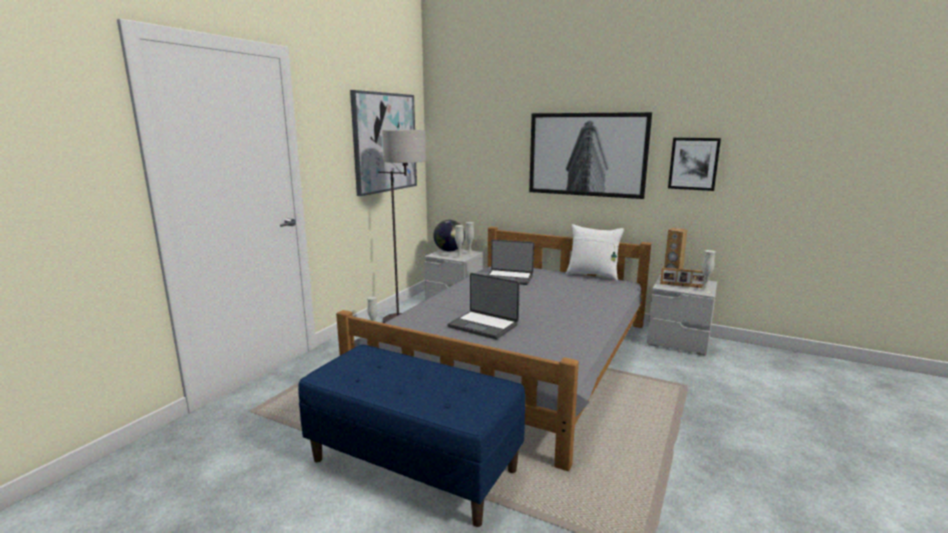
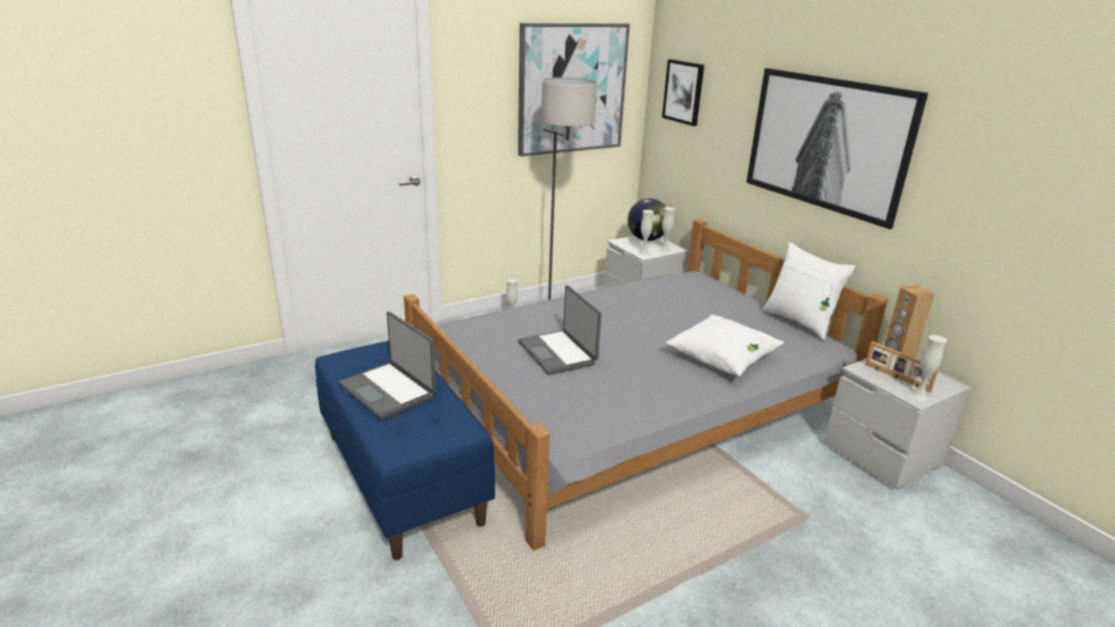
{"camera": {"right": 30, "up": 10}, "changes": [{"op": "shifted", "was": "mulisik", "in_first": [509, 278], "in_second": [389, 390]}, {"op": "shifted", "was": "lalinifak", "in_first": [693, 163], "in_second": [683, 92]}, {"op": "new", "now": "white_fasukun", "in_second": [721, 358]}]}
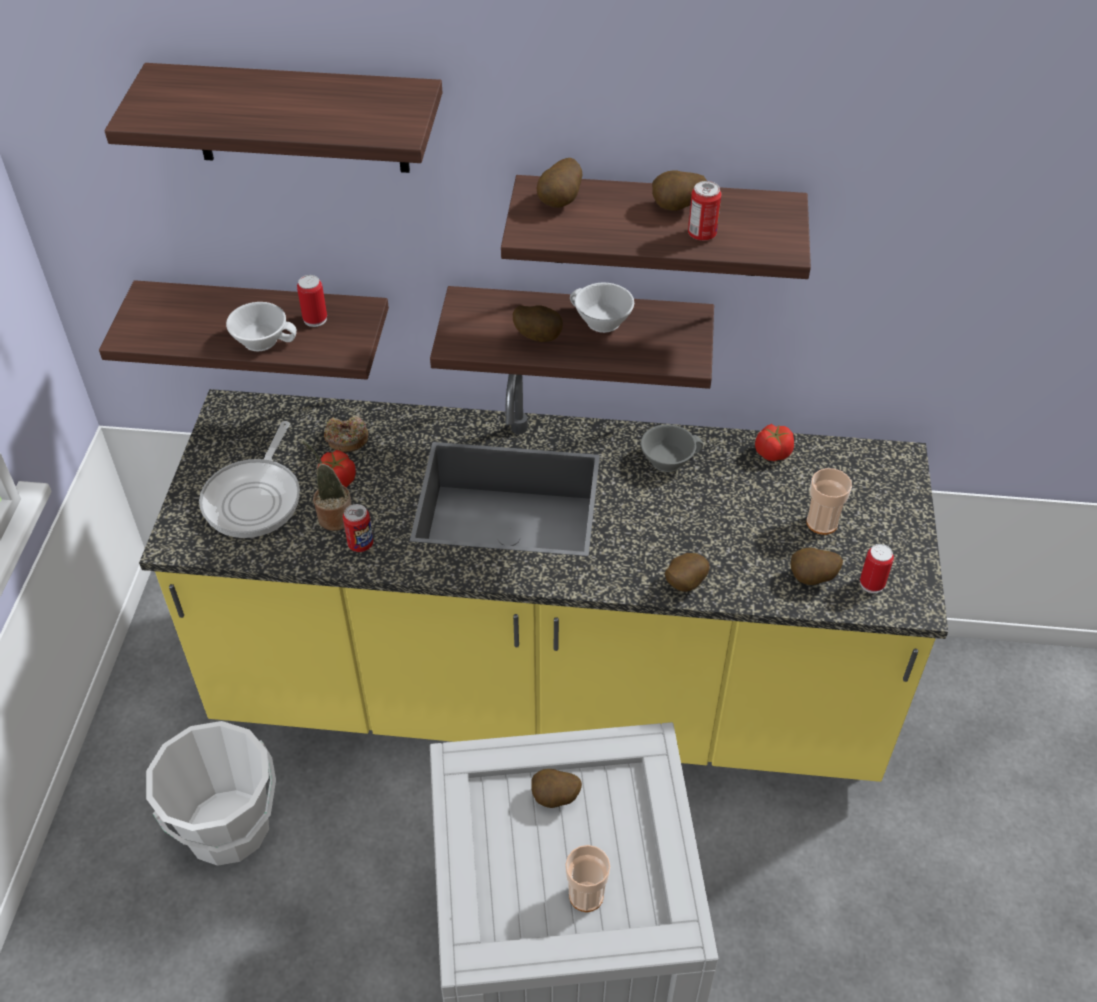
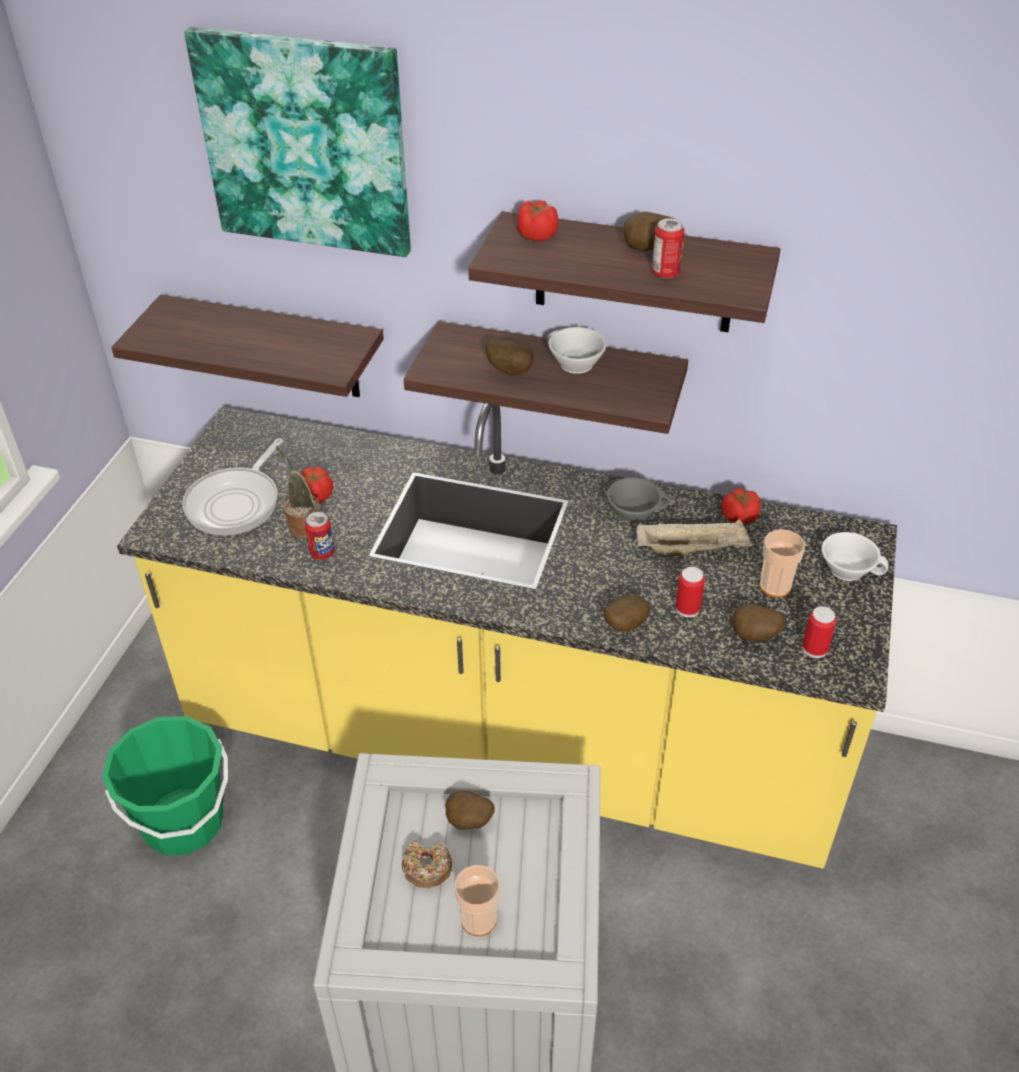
{"camera": {"right": 10, "up": -5}, "changes": [{"op": "swapped", "was": "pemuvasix", "now": "lalinifak", "in_first": [299, 118], "in_second": [306, 142]}, {"op": "repainted", "was": "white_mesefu", "now": "green_mesefu", "in_first": [228, 828], "in_second": [183, 822]}, {"op": "shifted", "was": "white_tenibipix", "in_first": [263, 338], "in_second": [848, 568]}, {"op": "shifted", "was": "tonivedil", "in_first": [315, 319], "in_second": [687, 608]}, {"op": "shifted", "was": "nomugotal", "in_first": [346, 439], "in_second": [427, 868]}, {"op": "swapped", "was": "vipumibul", "now": "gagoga", "in_first": [561, 202], "in_second": [537, 236]}, {"op": "new", "now": "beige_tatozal", "in_second": [692, 549]}]}
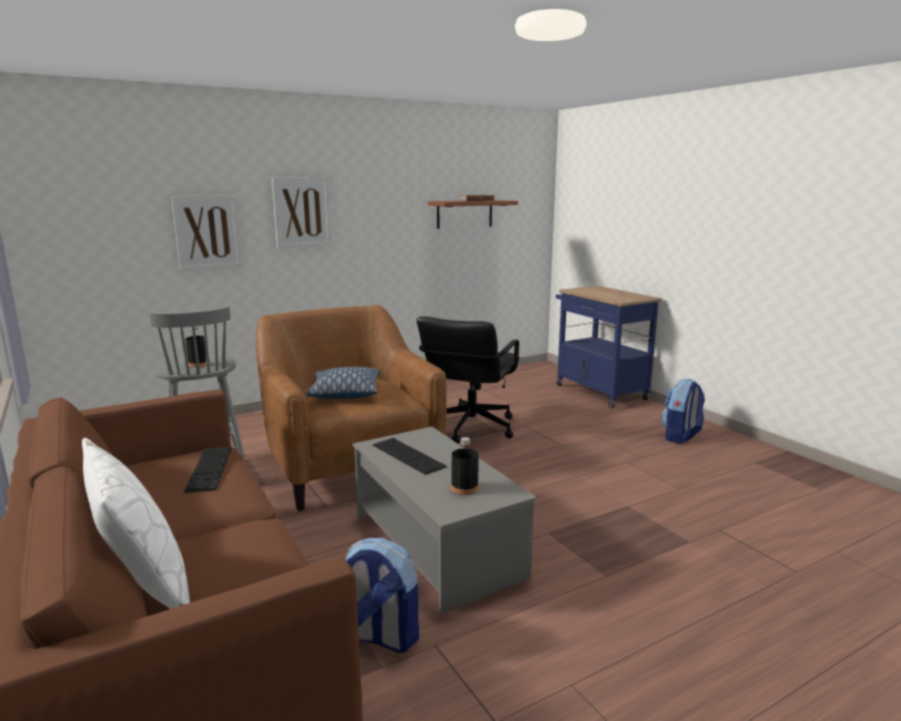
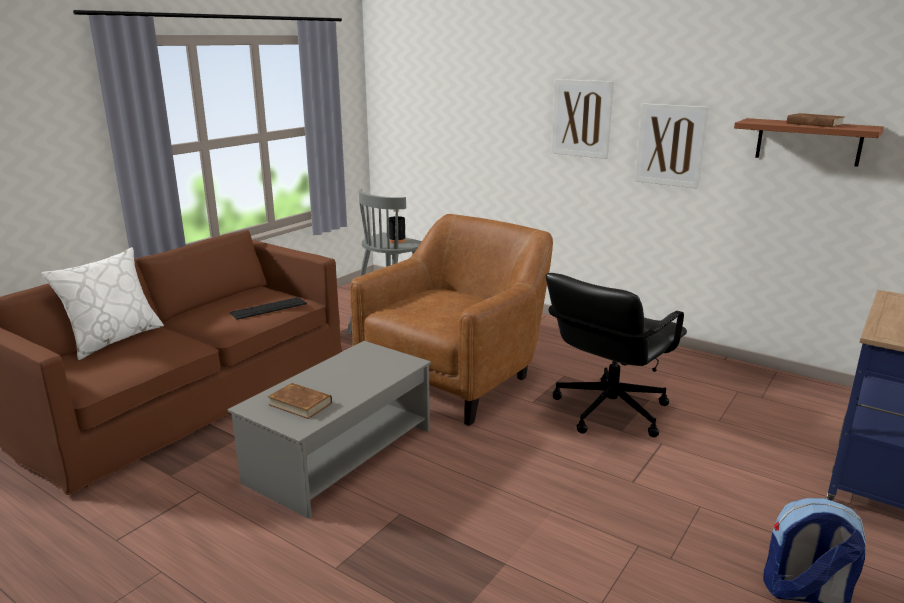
{"camera": {"right": 65, "up": 5}, "changes": [{"op": "shifted", "was": "lalinifak", "in_first": [207, 232], "in_second": [670, 145]}, {"op": "gone", "was": "fasukun", "in_first": [345, 393]}, {"op": "gone", "was": "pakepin", "in_first": [379, 636]}, {"op": "gone", "was": "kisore", "in_first": [408, 456]}, {"op": "rotated", "was": "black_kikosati", "in_first": [470, 427], "in_second": [608, 410], "clockwise": -45}, {"op": "swapped", "was": "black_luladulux", "now": "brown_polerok", "in_first": [464, 488], "in_second": [300, 404]}]}
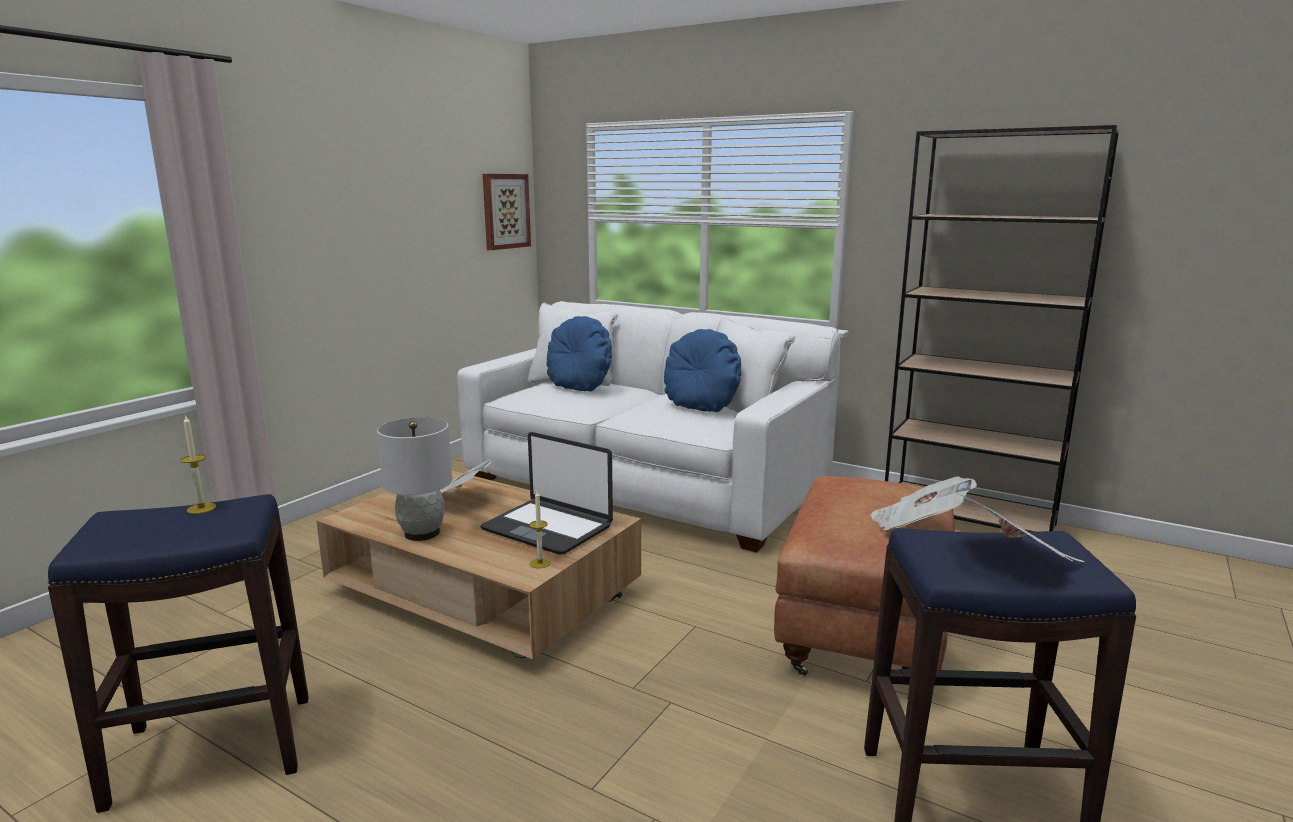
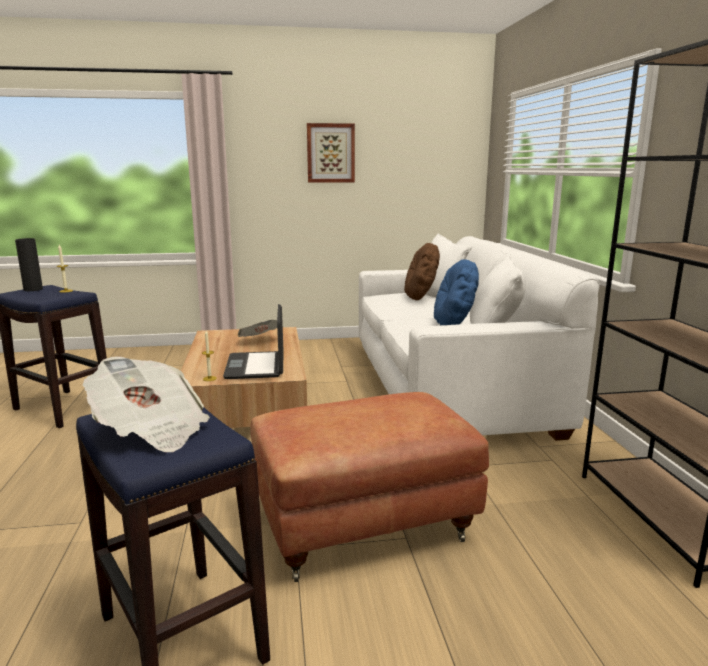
{"camera": {"right": 50, "up": 0}, "changes": [{"op": "gone", "was": "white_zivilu", "in_first": [422, 533]}, {"op": "shifted", "was": "lalinifak", "in_first": [505, 211], "in_second": [330, 153]}, {"op": "repainted", "was": "blue_fasukun", "now": "brown_fasukun", "in_first": [579, 388], "in_second": [420, 298]}, {"op": "gone", "was": "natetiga", "in_first": [917, 526]}, {"op": "new", "now": "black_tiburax", "in_second": [33, 289]}]}
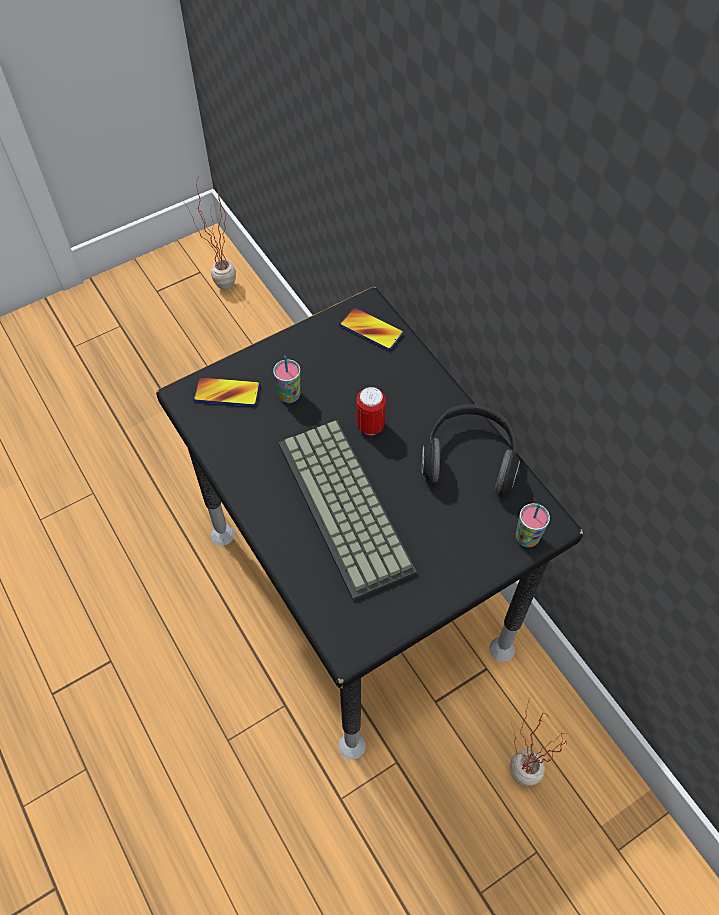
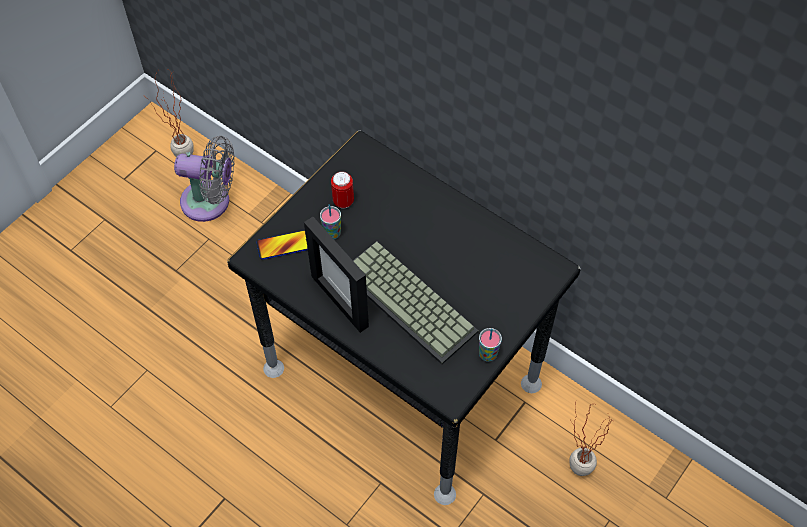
{"camera": {"right": -20, "up": 0}, "changes": [{"op": "gone", "was": "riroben", "in_first": [371, 329]}, {"op": "shifted", "was": "tonivedil", "in_first": [370, 426], "in_second": [343, 201]}, {"op": "gone", "was": "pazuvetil", "in_first": [469, 458]}, {"op": "shifted", "was": "tenibipix", "in_first": [526, 538], "in_second": [487, 354]}, {"op": "new", "now": "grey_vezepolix", "in_second": [210, 202]}, {"op": "new", "now": "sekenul", "in_second": [341, 300]}]}
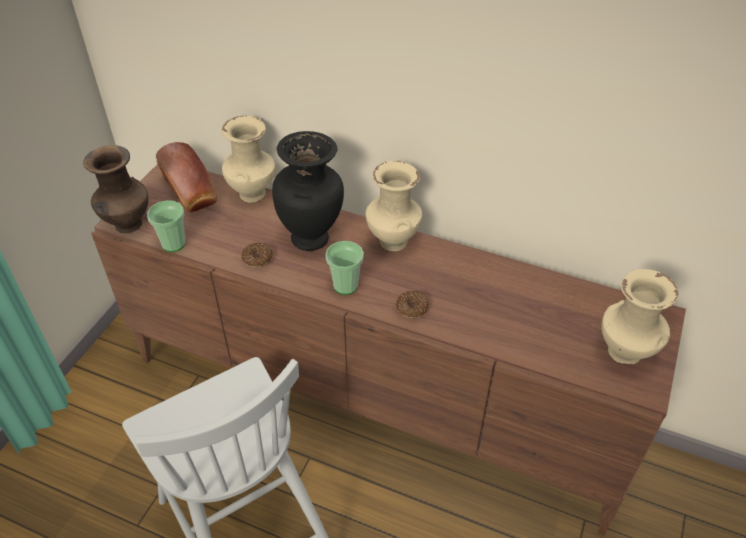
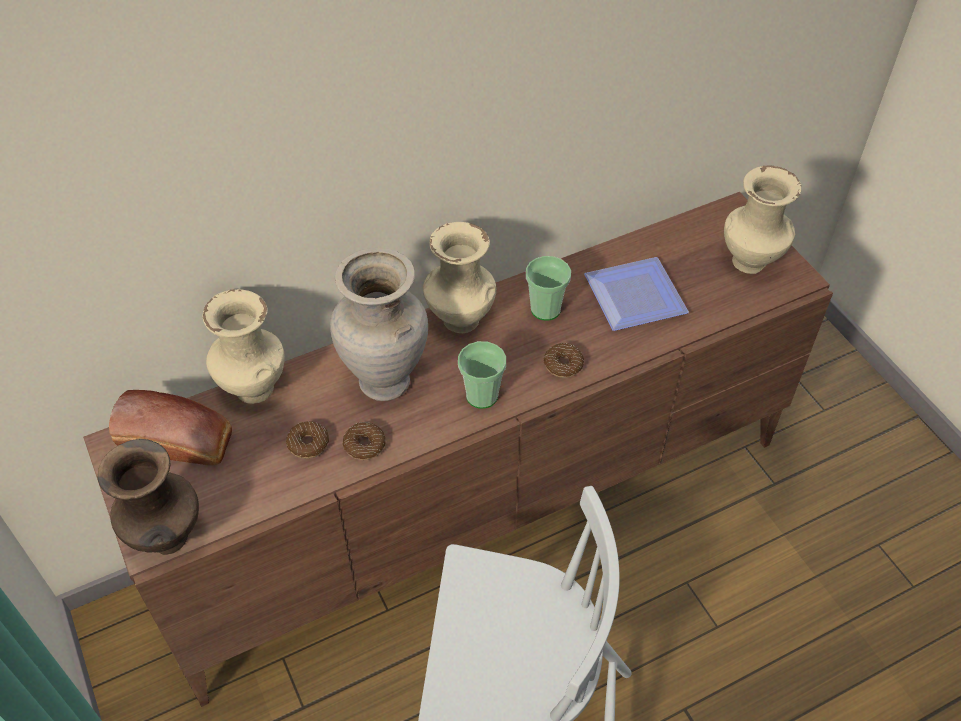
{"camera": {"right": -50, "up": 5}, "changes": [{"op": "shifted", "was": "tenibipix", "in_first": [173, 243], "in_second": [545, 309]}, {"op": "repainted", "was": "black_tiburax", "now": "beige_tiburax", "in_first": [312, 239], "in_second": [386, 381]}, {"op": "new", "now": "nomugotal", "in_second": [308, 444]}, {"op": "new", "now": "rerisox", "in_second": [631, 295]}]}
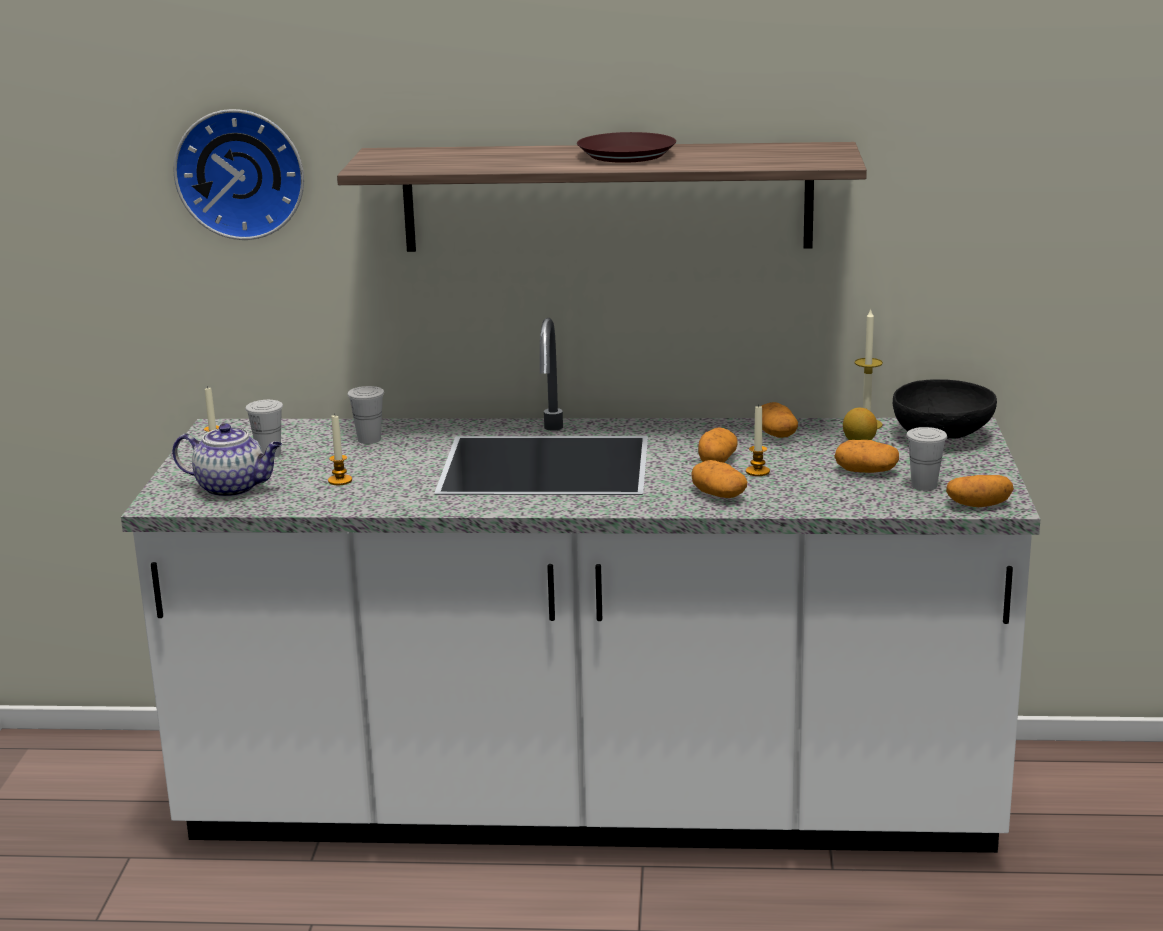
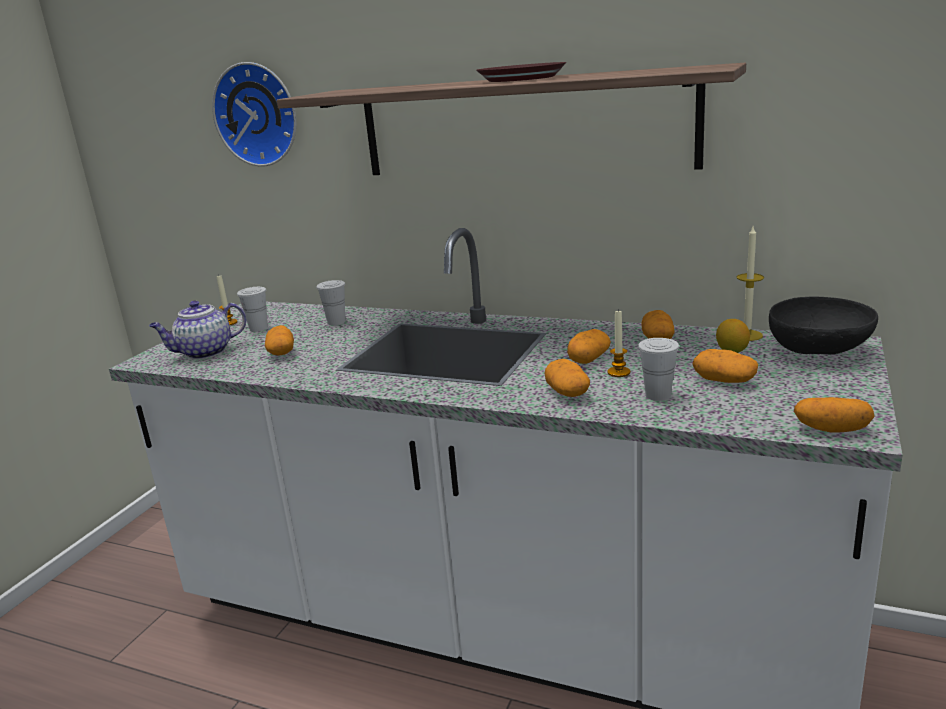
{"camera": {"right": 20, "up": 0}, "changes": [{"op": "rotated", "was": "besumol", "in_first": [233, 488], "in_second": [204, 353], "clockwise": 120}, {"op": "swapped", "was": "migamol", "now": "vipumibul", "in_first": [340, 481], "in_second": [281, 353]}, {"op": "shifted", "was": "white_tenibipix", "in_first": [924, 485], "in_second": [658, 395]}]}
